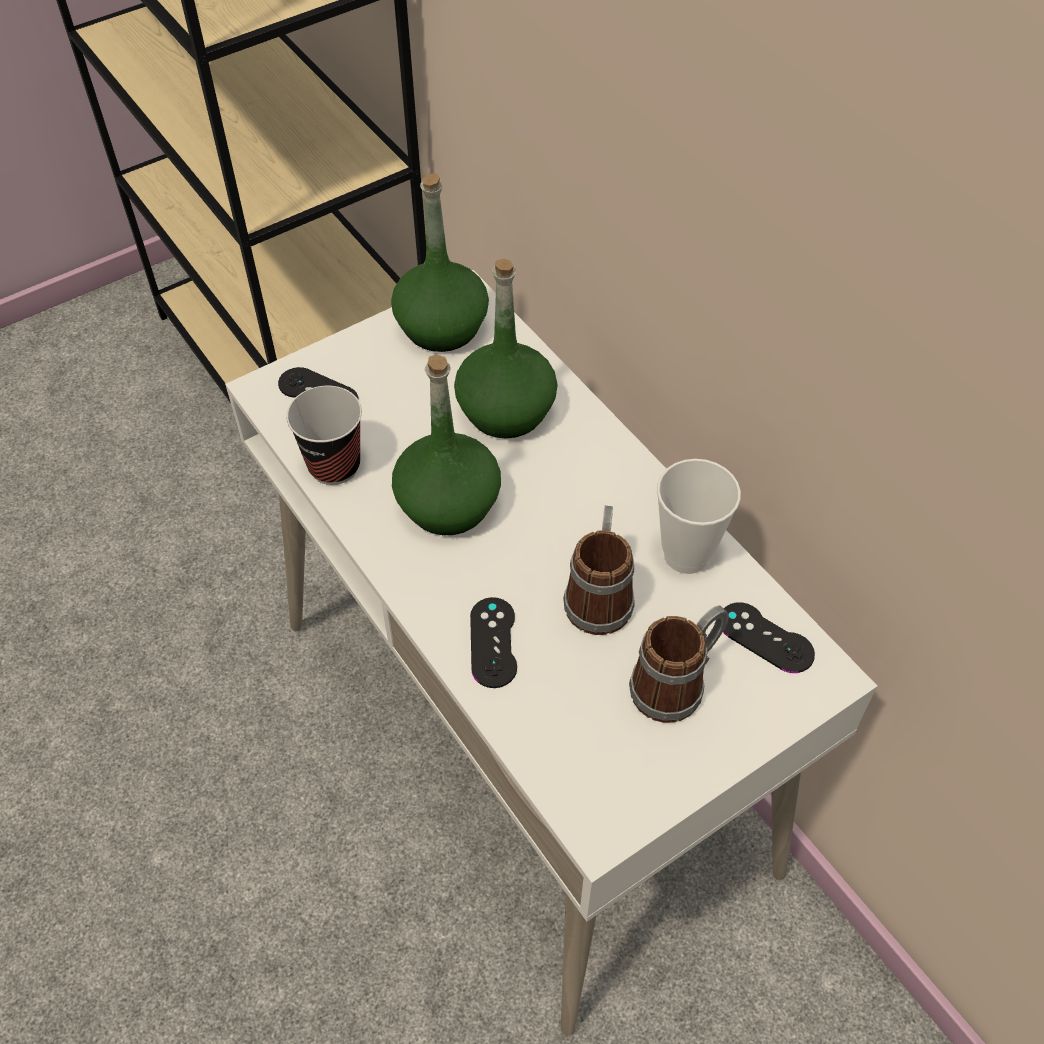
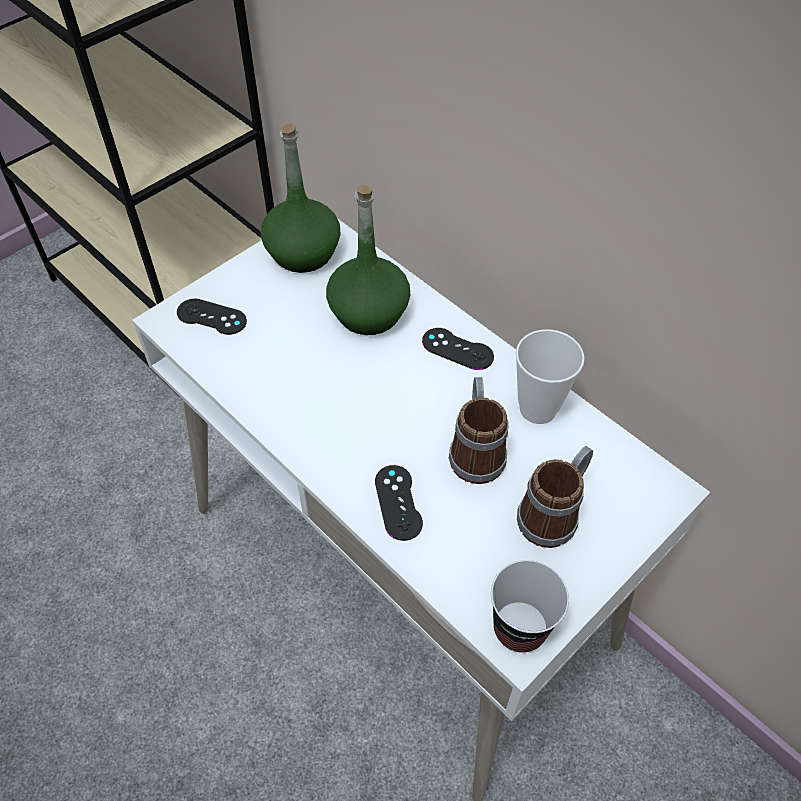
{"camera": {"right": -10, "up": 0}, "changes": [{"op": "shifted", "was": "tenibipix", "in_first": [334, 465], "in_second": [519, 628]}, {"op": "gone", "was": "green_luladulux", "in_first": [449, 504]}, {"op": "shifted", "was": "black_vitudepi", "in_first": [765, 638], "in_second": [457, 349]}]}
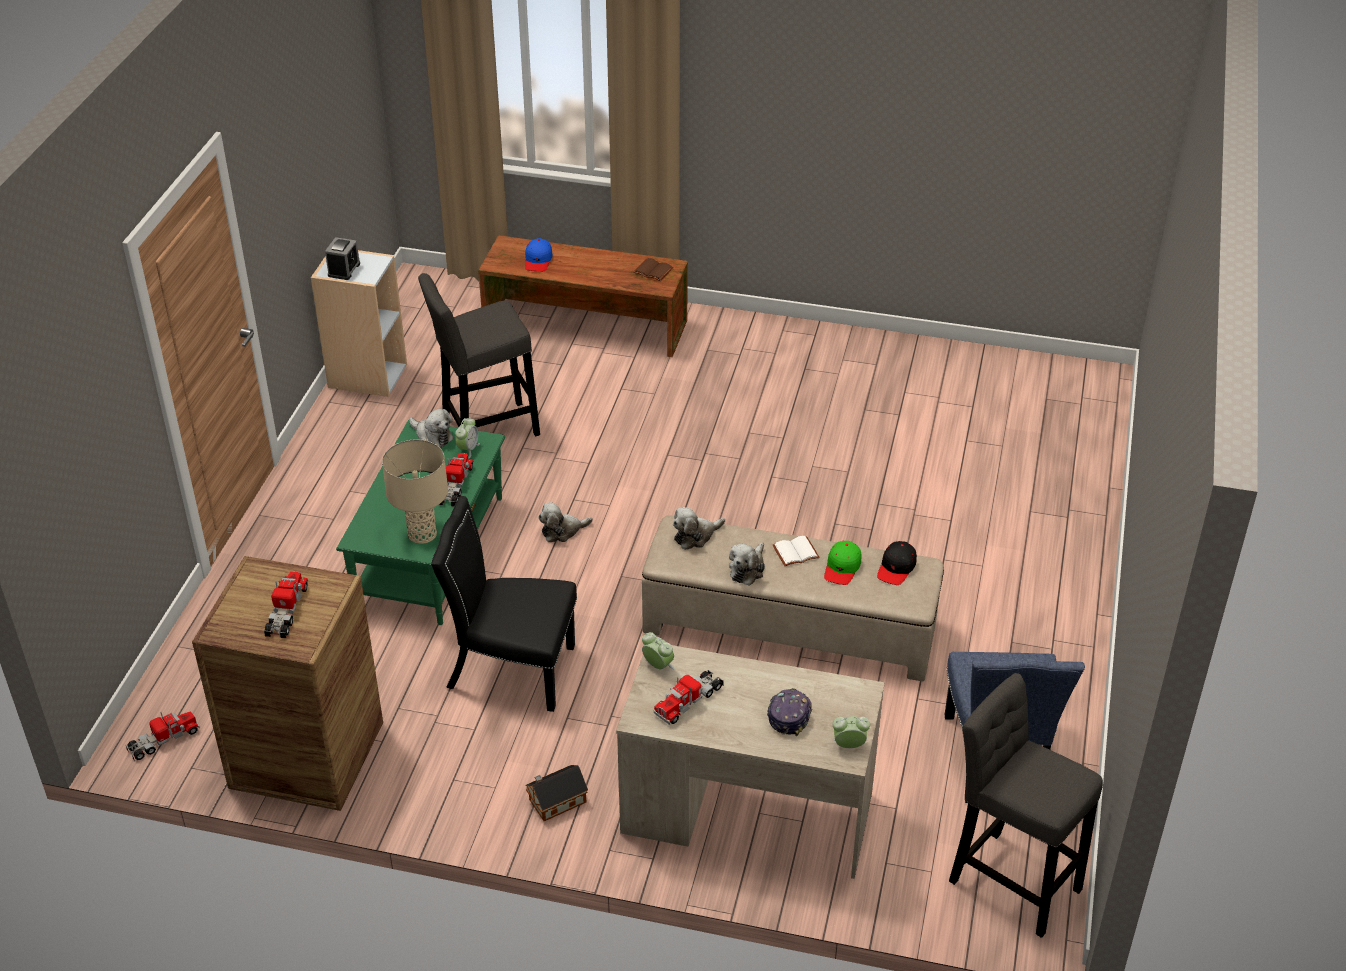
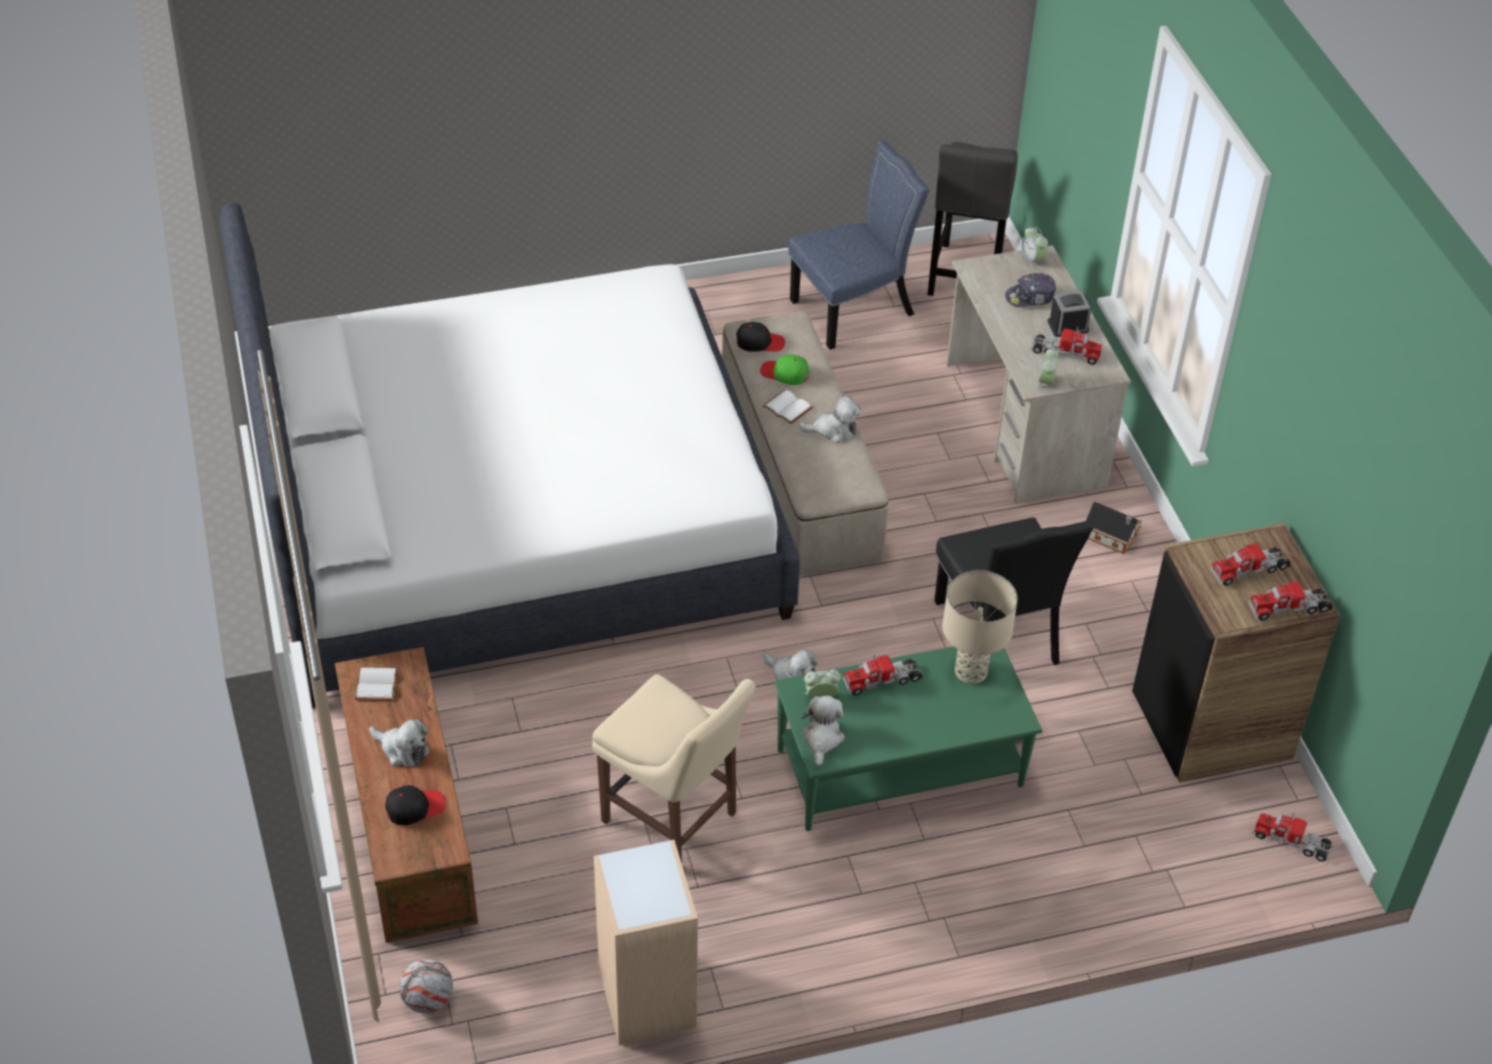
{"camera": {"right": -120, "up": 5}, "changes": [{"op": "shifted", "was": "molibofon", "in_first": [344, 269], "in_second": [1068, 326]}, {"op": "swapped", "was": "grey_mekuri", "now": "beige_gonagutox", "in_first": [485, 429], "in_second": [674, 821]}, {"op": "repainted", "was": "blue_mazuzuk", "now": "black_mazuzuk", "in_first": [538, 260], "in_second": [415, 808]}, {"op": "repainted", "was": "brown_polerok", "now": "white_polerok", "in_first": [654, 270], "in_second": [375, 684]}, {"op": "shifted", "was": "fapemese", "in_first": [695, 536], "in_second": [402, 749]}, {"op": "rotated", "was": "green_mazuzuk", "in_first": [842, 568], "in_second": [785, 374], "clockwise": -150}, {"op": "new", "now": "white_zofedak", "in_second": [514, 517]}, {"op": "new", "now": "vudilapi", "in_second": [428, 1000]}, {"op": "new", "now": "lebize", "in_second": [1289, 608]}]}
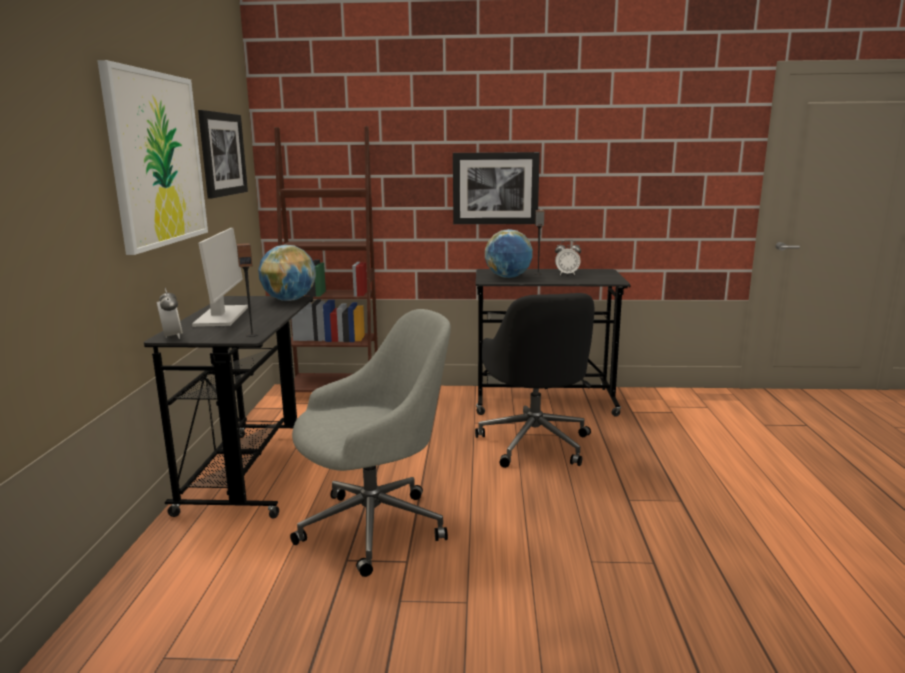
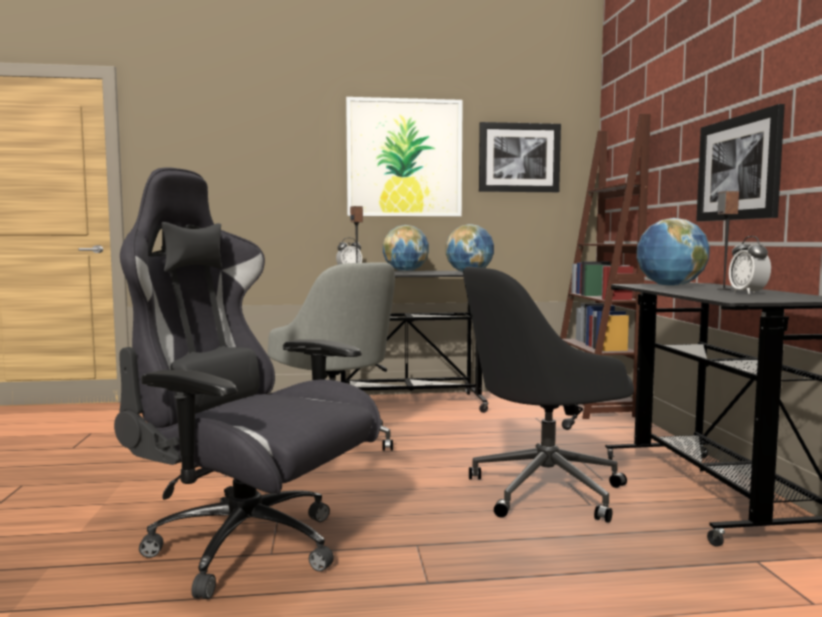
{"camera": {"right": 80, "up": -10}, "changes": [{"op": "swapped", "was": "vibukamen", "now": "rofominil", "in_first": [222, 316], "in_second": [405, 271]}, {"op": "new", "now": "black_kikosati", "in_second": [257, 550]}]}
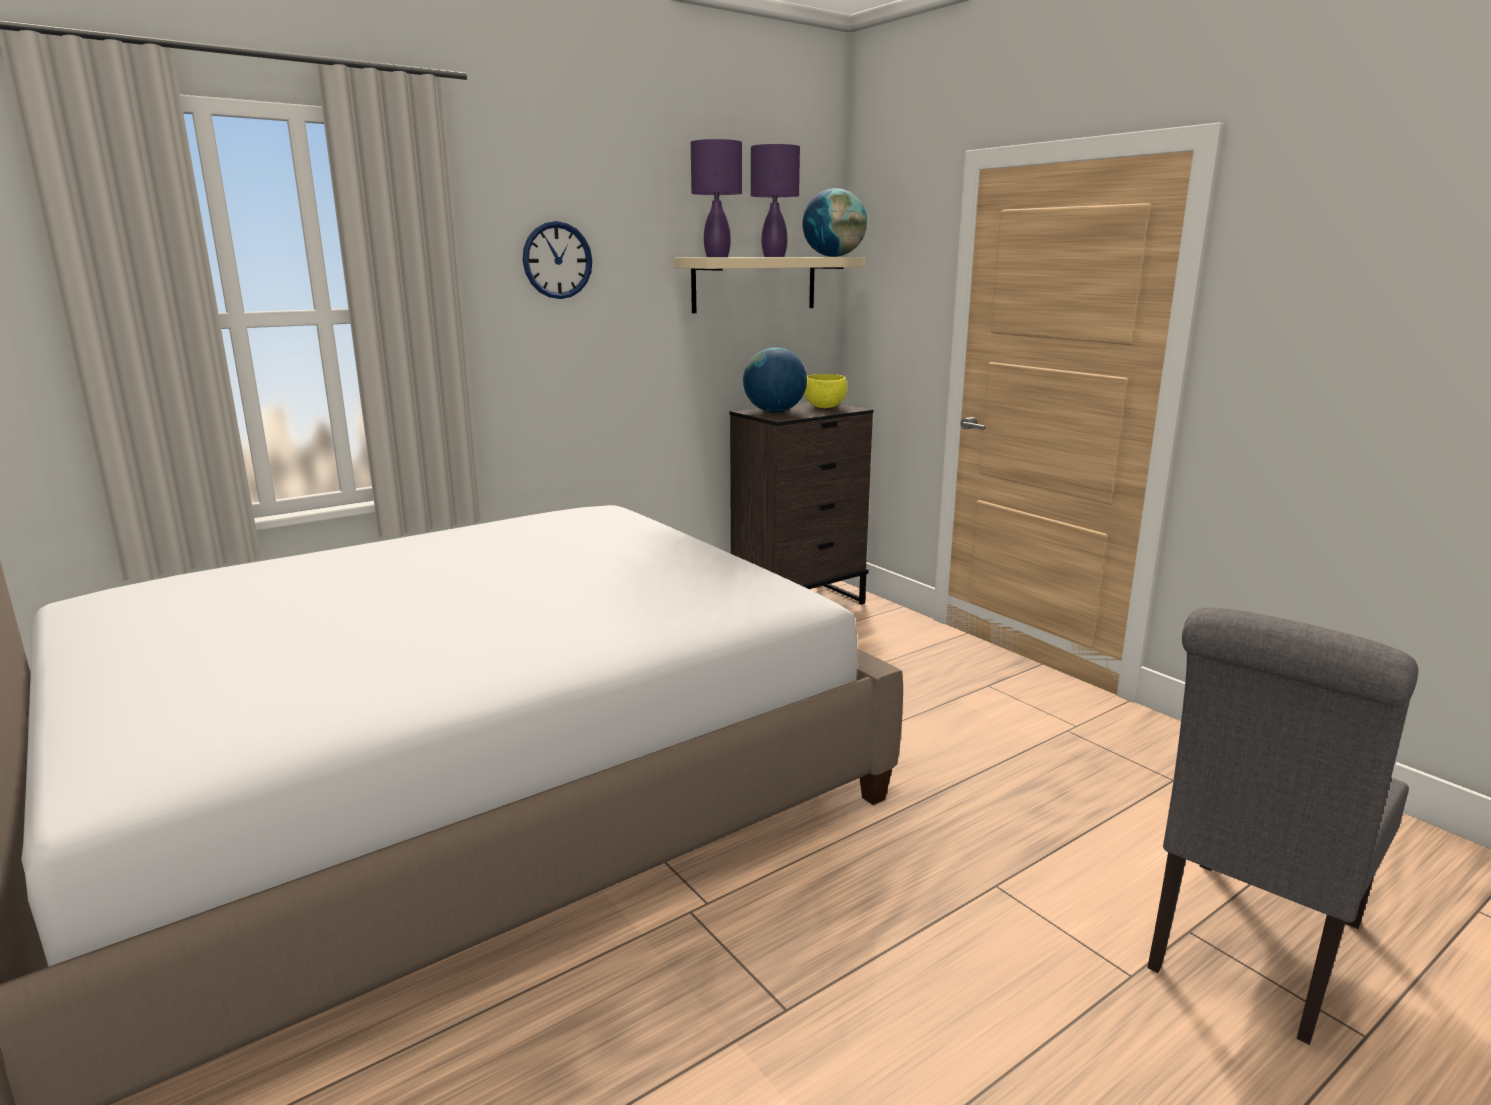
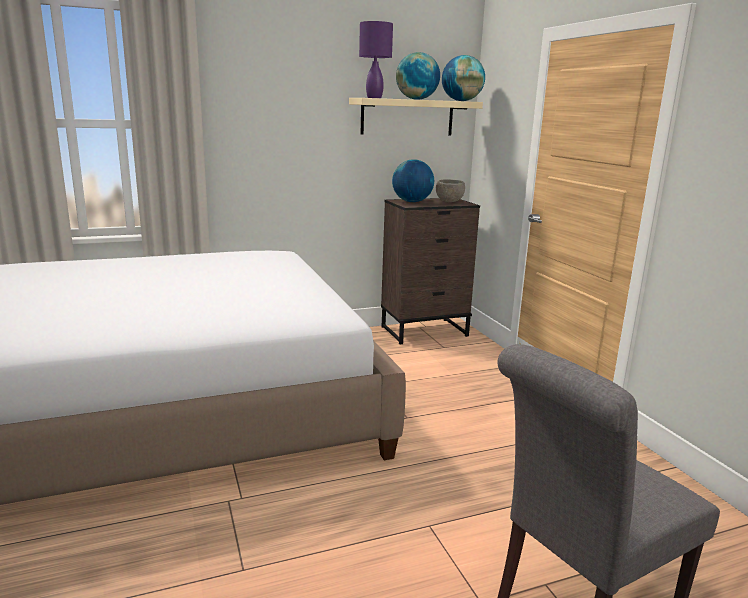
{"camera": {"right": 15, "up": 0}, "changes": [{"op": "gone", "was": "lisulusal", "in_first": [557, 260]}, {"op": "swapped", "was": "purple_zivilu", "now": "rofominil", "in_first": [775, 256], "in_second": [417, 99]}, {"op": "repainted", "was": "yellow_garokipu", "now": "grey_garokipu", "in_first": [824, 407], "in_second": [449, 201]}]}
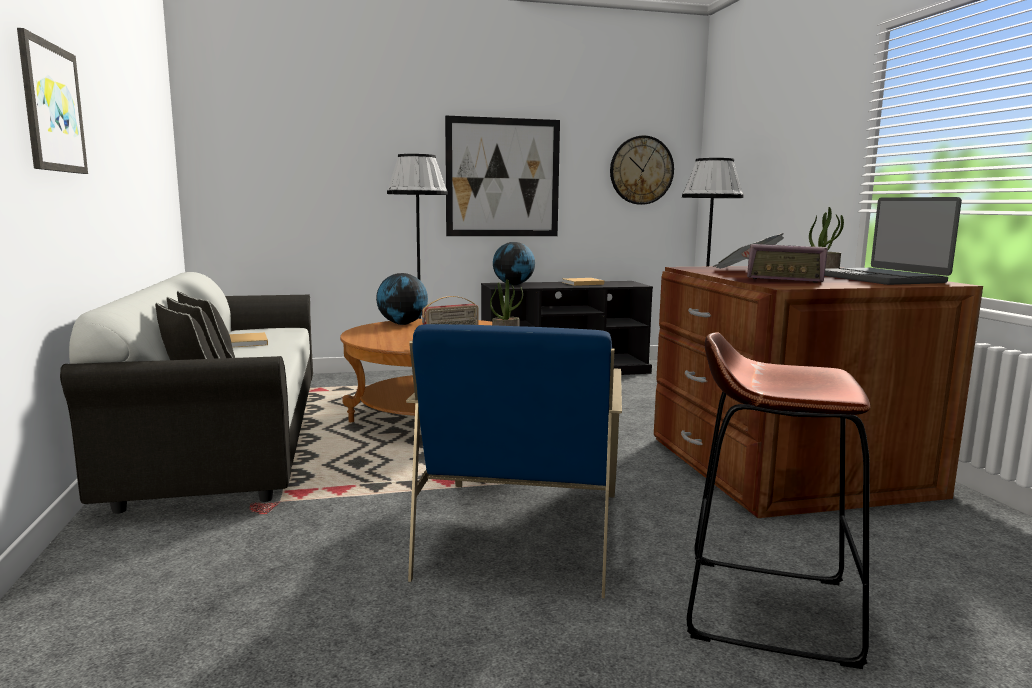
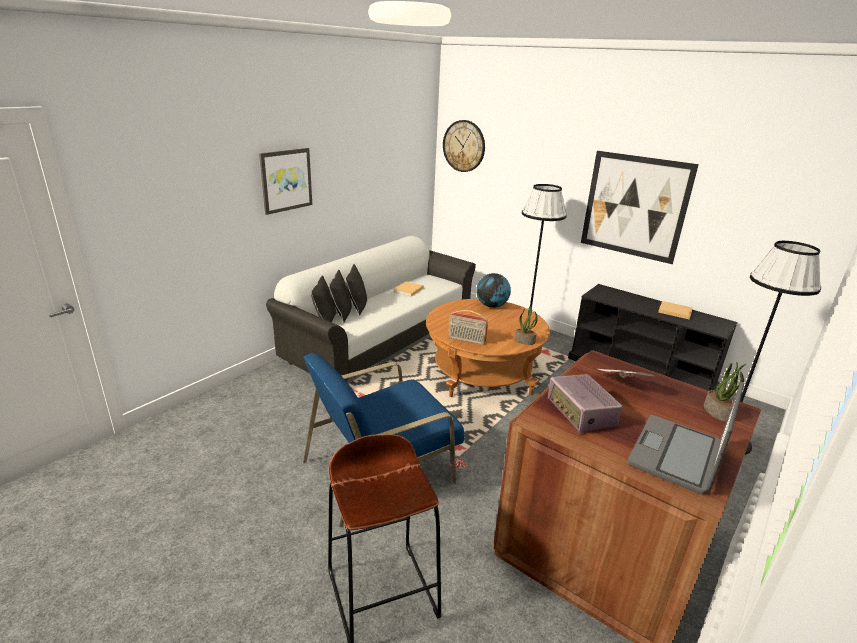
{"camera": {"right": 50, "up": 15}, "changes": [{"op": "gone", "was": "rofominil", "in_first": [513, 284]}, {"op": "shifted", "was": "lisulusal", "in_first": [641, 170], "in_second": [464, 146]}]}
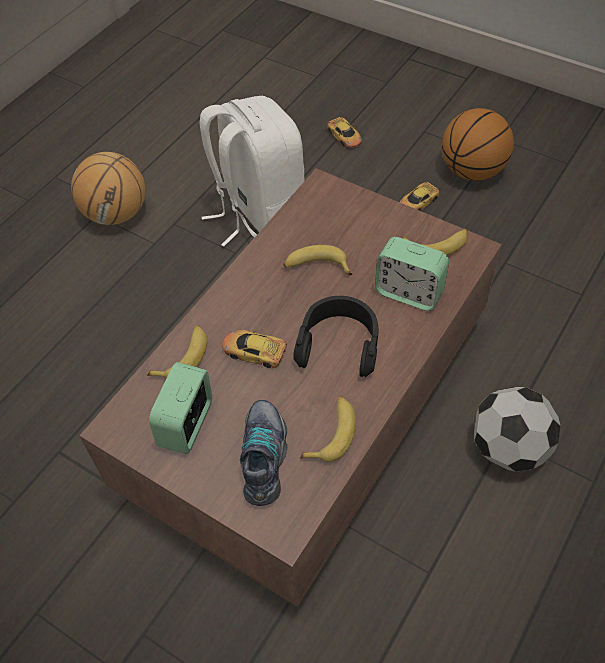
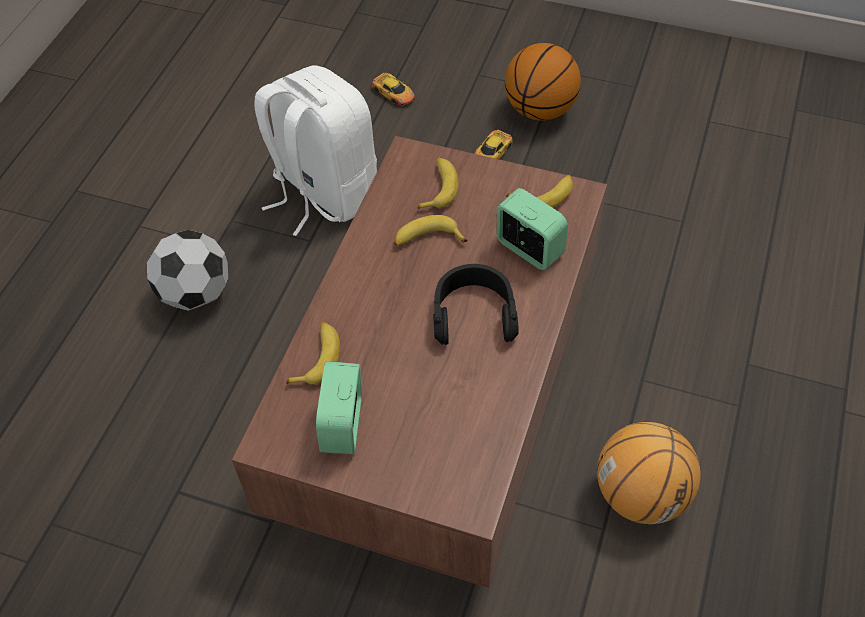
{"camera": {"right": -15, "up": 0}, "changes": [{"op": "shifted", "was": "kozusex", "in_first": [117, 214], "in_second": [641, 494]}, {"op": "gone", "was": "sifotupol", "in_first": [255, 351]}, {"op": "gone", "was": "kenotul", "in_first": [264, 456]}, {"op": "shifted", "was": "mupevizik", "in_first": [332, 433], "in_second": [438, 188]}, {"op": "rotated", "was": "molibofon", "in_first": [409, 292], "in_second": [529, 249], "clockwise": -150}, {"op": "shifted", "was": "vudilapi", "in_first": [508, 448], "in_second": [195, 294]}]}
